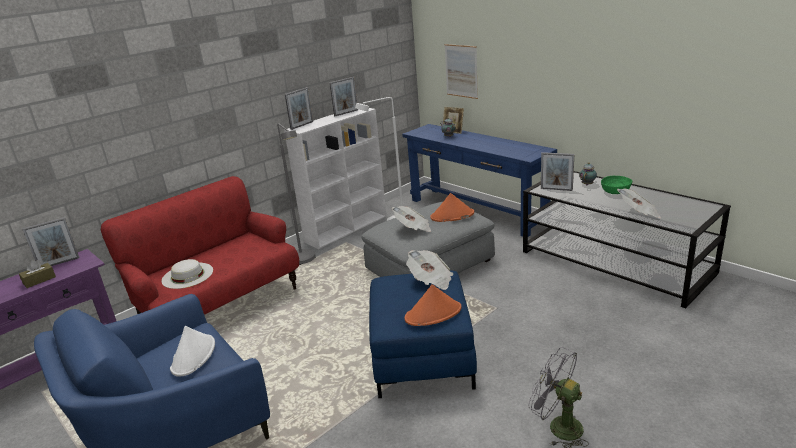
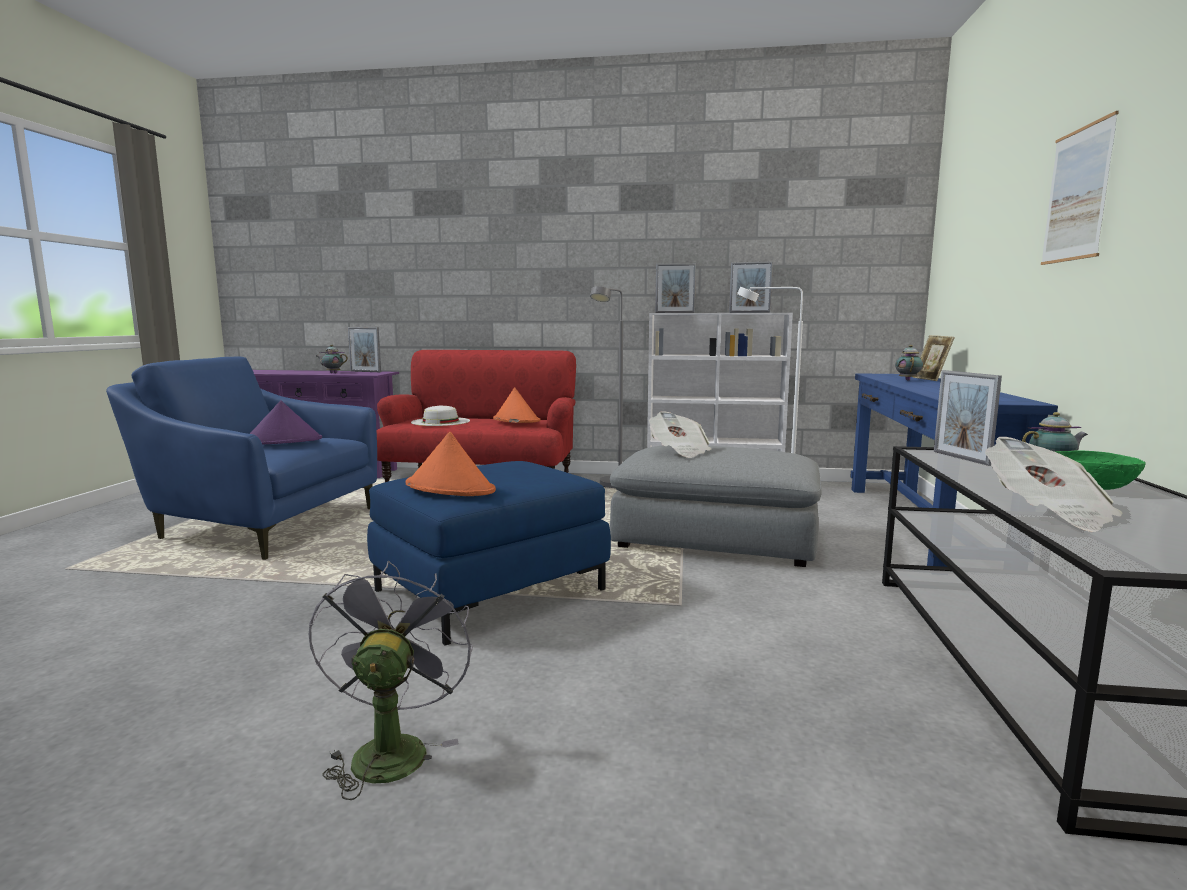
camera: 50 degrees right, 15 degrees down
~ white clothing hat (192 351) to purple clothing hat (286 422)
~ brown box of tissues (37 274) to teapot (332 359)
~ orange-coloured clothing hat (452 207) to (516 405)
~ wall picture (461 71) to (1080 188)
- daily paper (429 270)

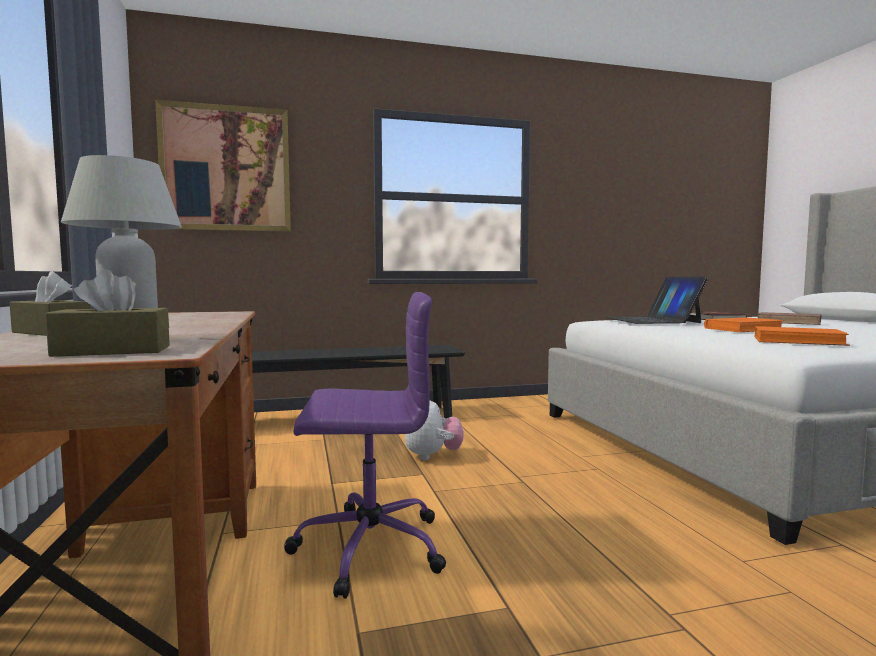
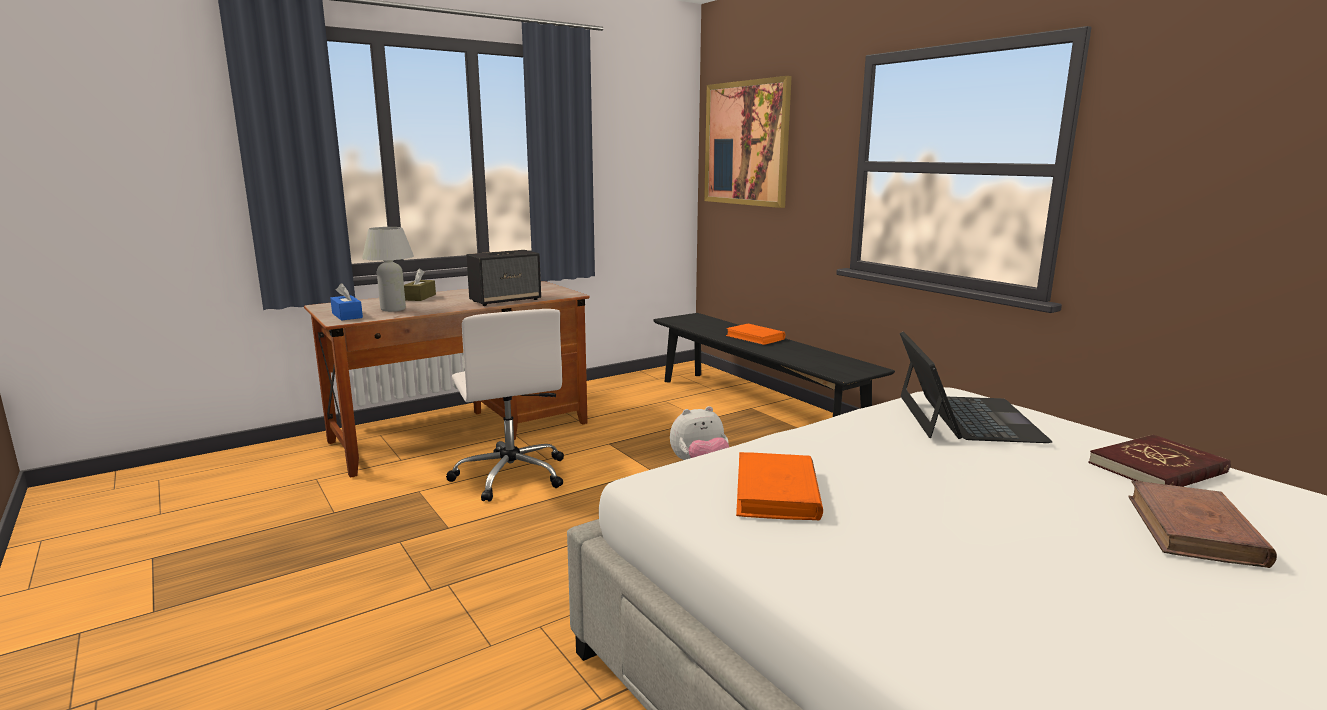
camera: 70 degrees right, 10 degrees up
~ brown box of tissues (107 313) to blue-coloured box of tissues (346 302)
~ purple office chair (365 445) to white office chair (505 405)
+ audio speaker (503 278)
~ orange-coloured volume (744 324) to (755 334)
~ notebook computer (656 300) = (976 387) 120 degrees clockwise

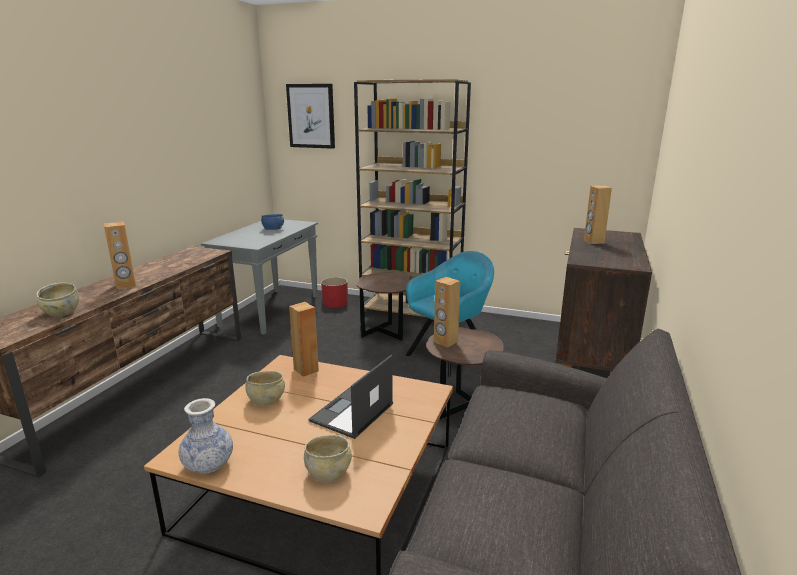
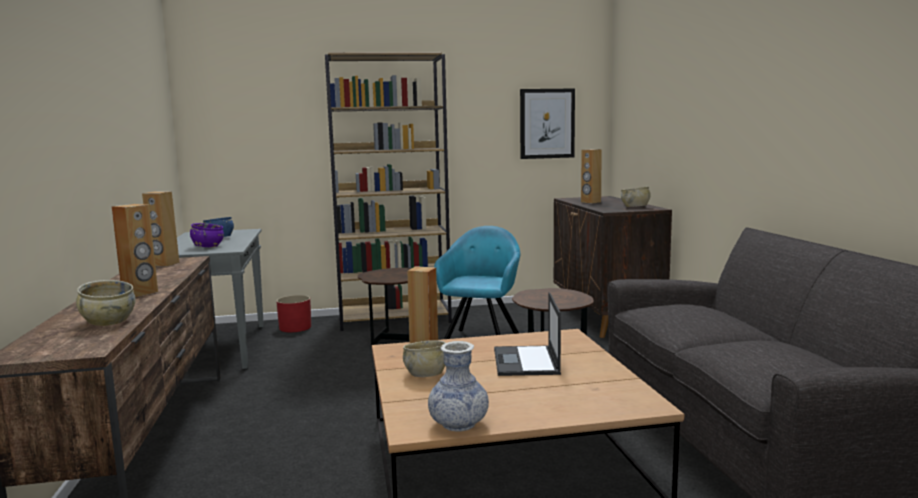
camera: 30 degrees left, 10 degrees down
~ brown audio speaker (447 312) to (160 228)
+ purple serving bowl (207 235)
~ wall picture (310 116) to (547 123)
~ beige-coloured serving bowl (328 458) to (636 197)

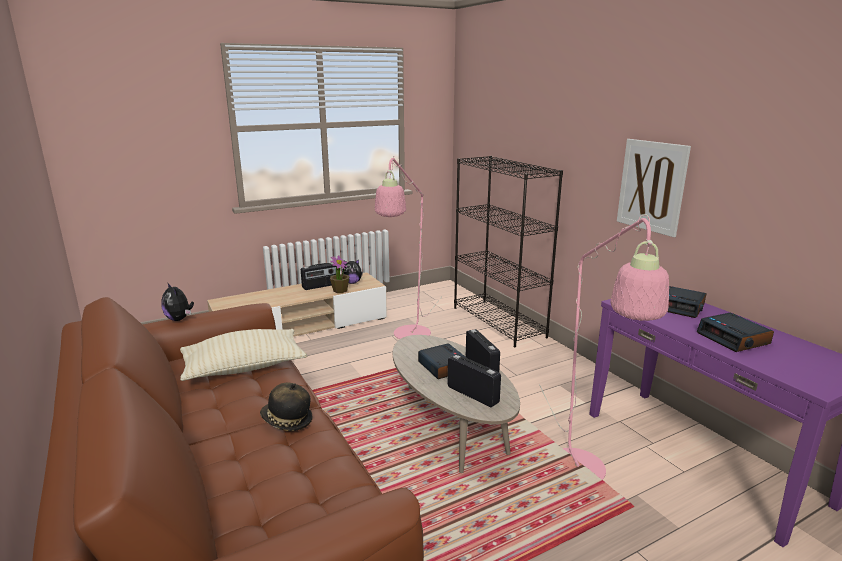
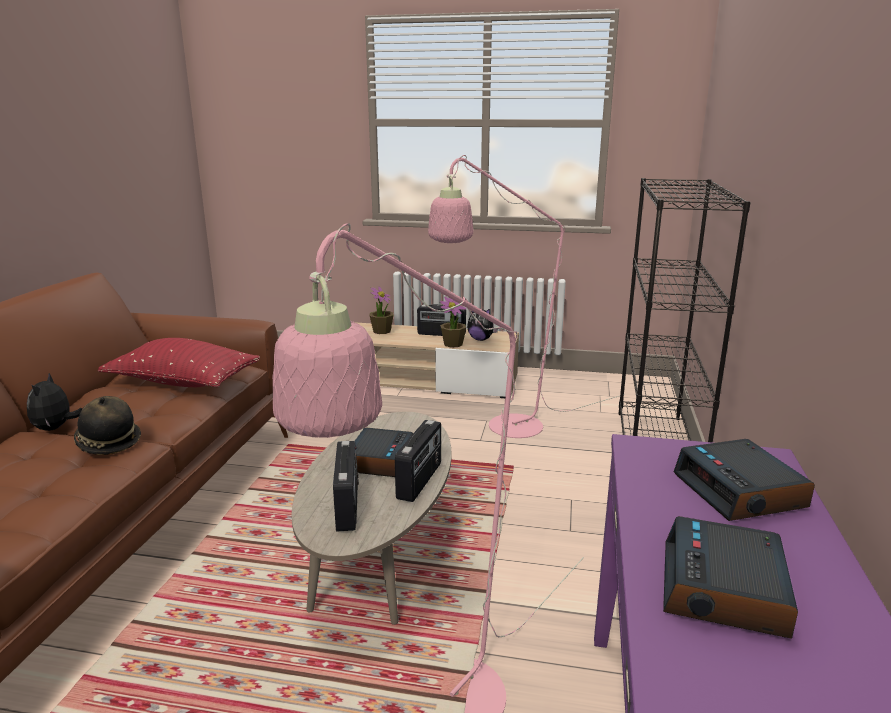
camera: 40 degrees right, 0 degrees up
~ soft toy (177 301) to (54 402)
~ beige-coloured cushion (243 355) to reddish cushion (179 362)
+ plant in a pot (381 310)
- wall picture (654 188)

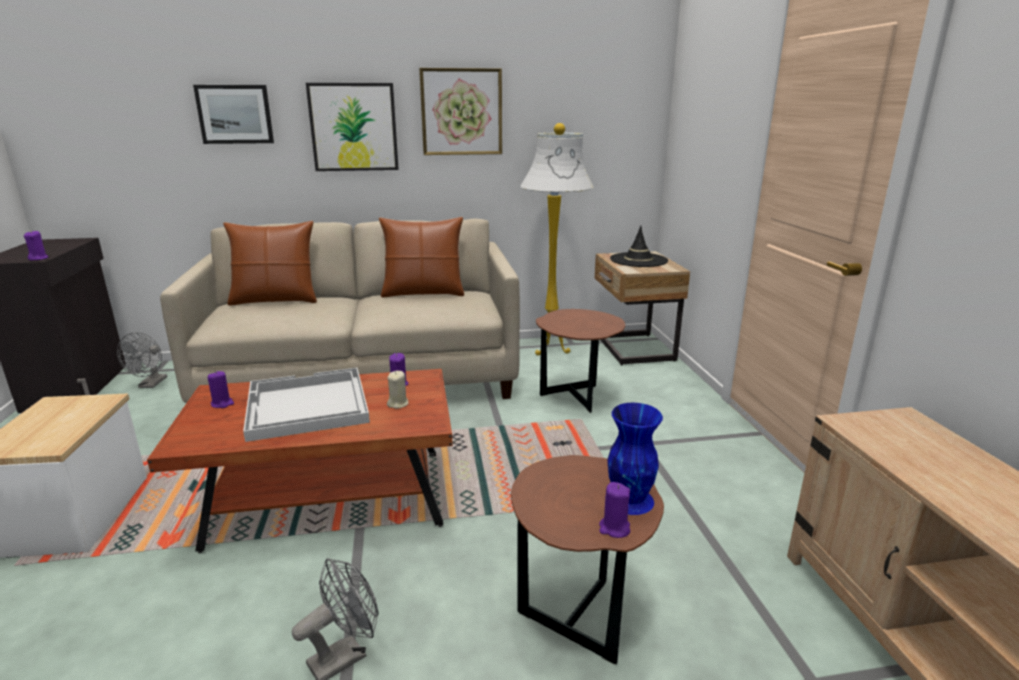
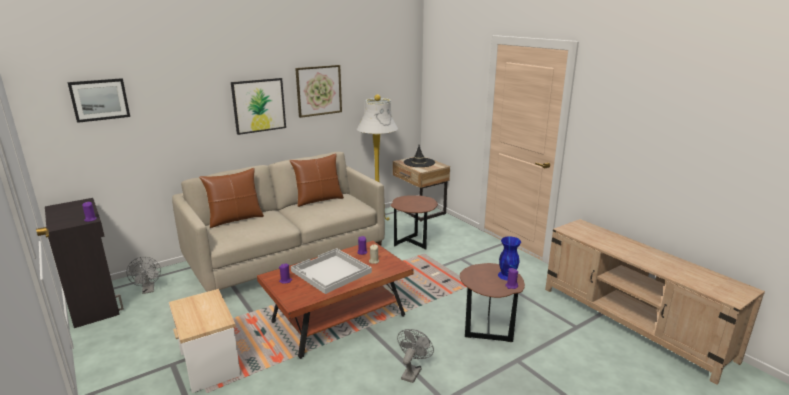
camera: 25 degrees left, 0 degrees up
~ wall picture (233 114) to (98 100)

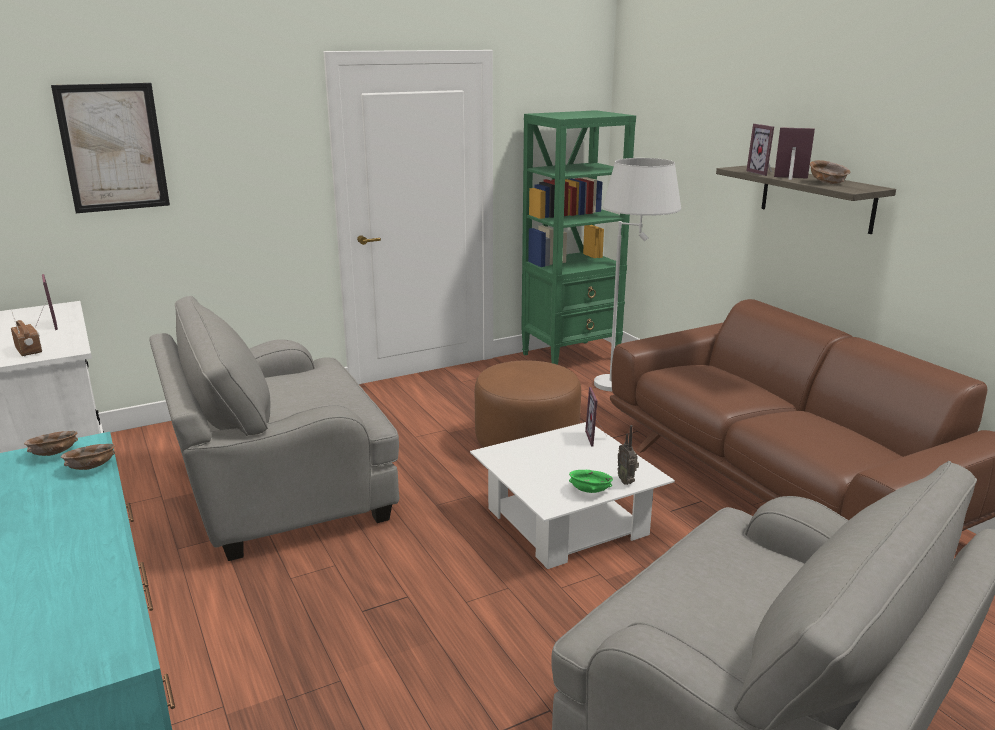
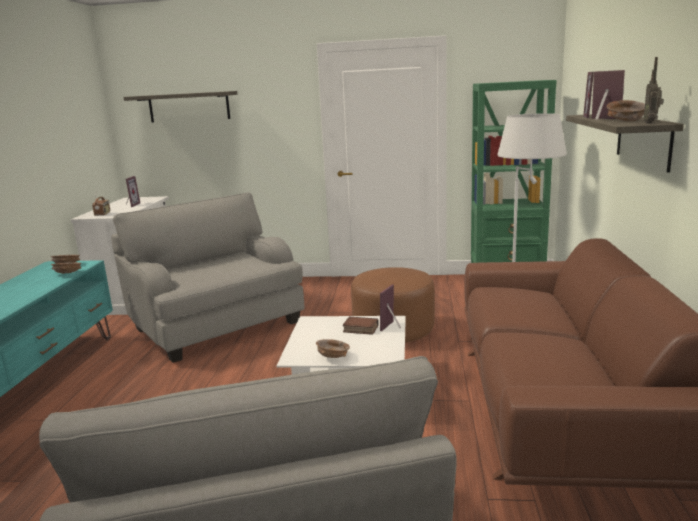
camera: 35 degrees right, 5 degrees down
~ grey easy chair (274 428) = (208 277) 45 degrees clockwise
~ wall picture (110 148) to shelf (180 107)
~ green serving bowl (591 481) to brown serving bowl (333 348)
+ volume (361 326)
~ radio (628 455) to (653 90)

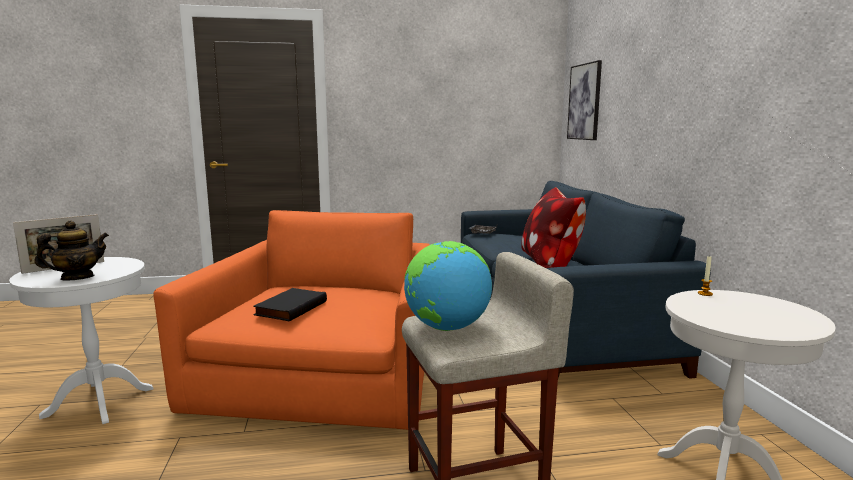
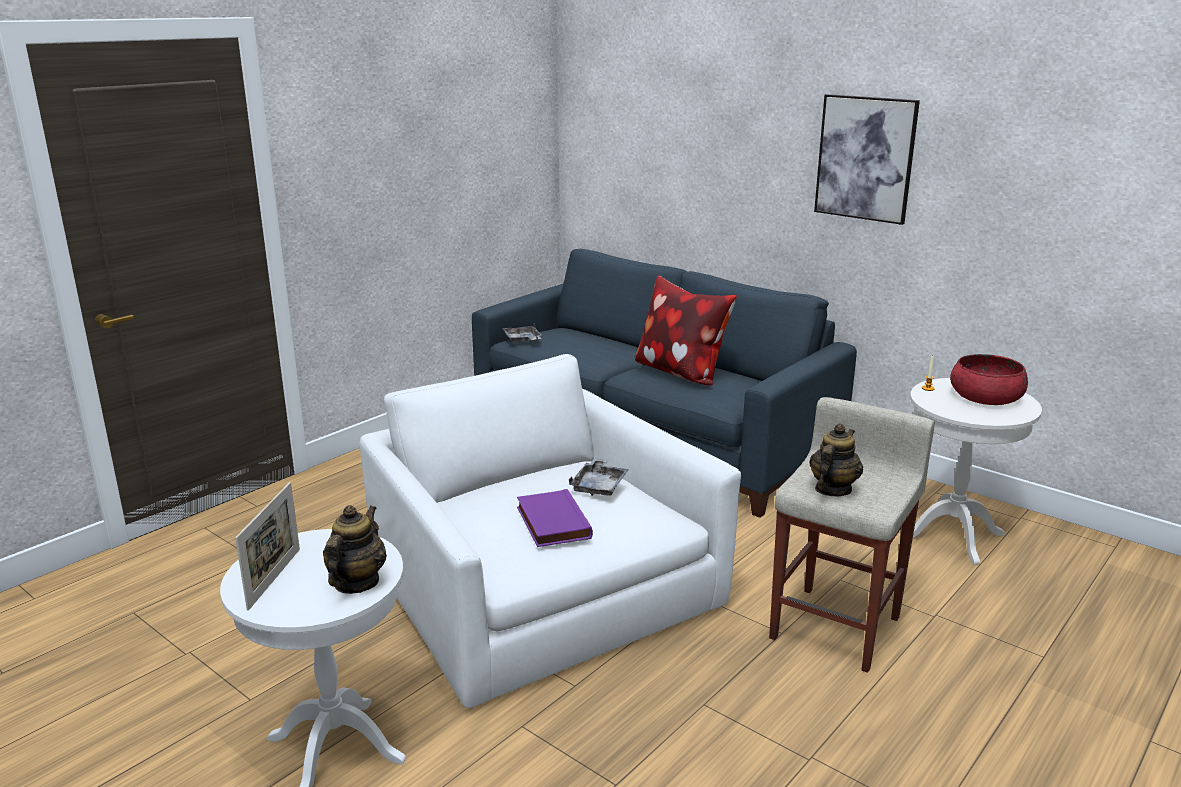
camera: 40 degrees left, 10 degrees up
~ orange-coloured easy chair (291 320) to white easy chair (550 531)
~ blackish volume (290 304) to purple volume (555 518)
+ grey tray (599 477)
~ desk globe (448 286) to teapot (836 459)
~ wall picture (584 100) to (867 159)
+ reddish serving bowl (989 379)

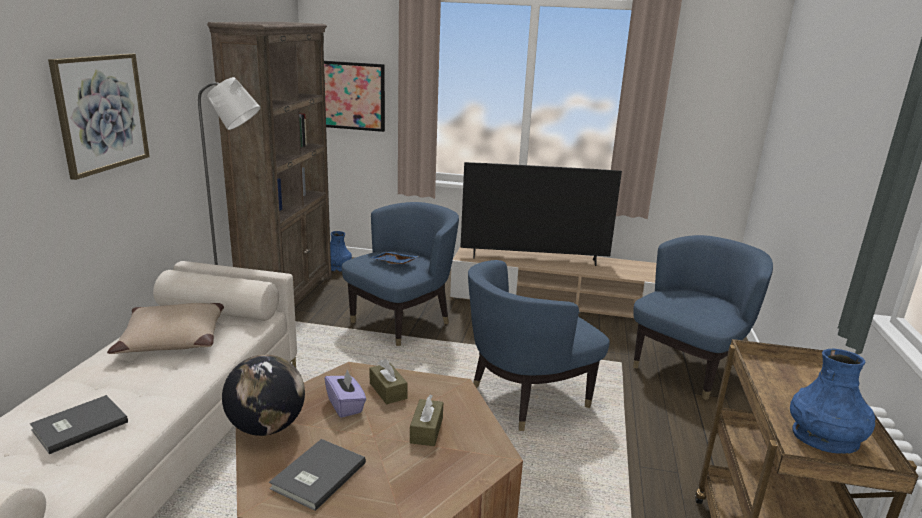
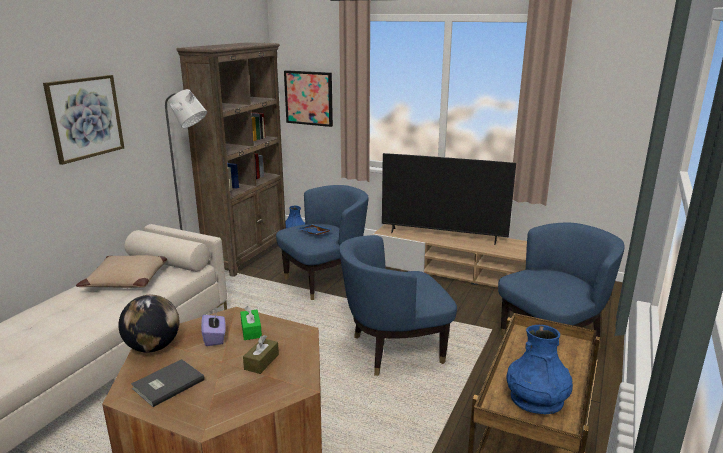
camera: 15 degrees right, 0 degrees up
~ brown box of tissues (389 381) to green box of tissues (251 323)
- grey volume (79 424)

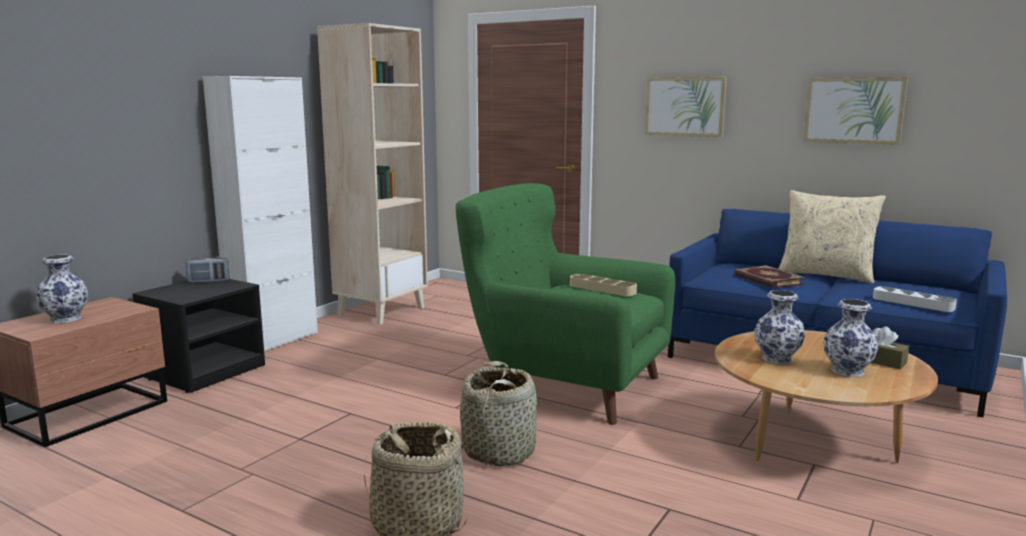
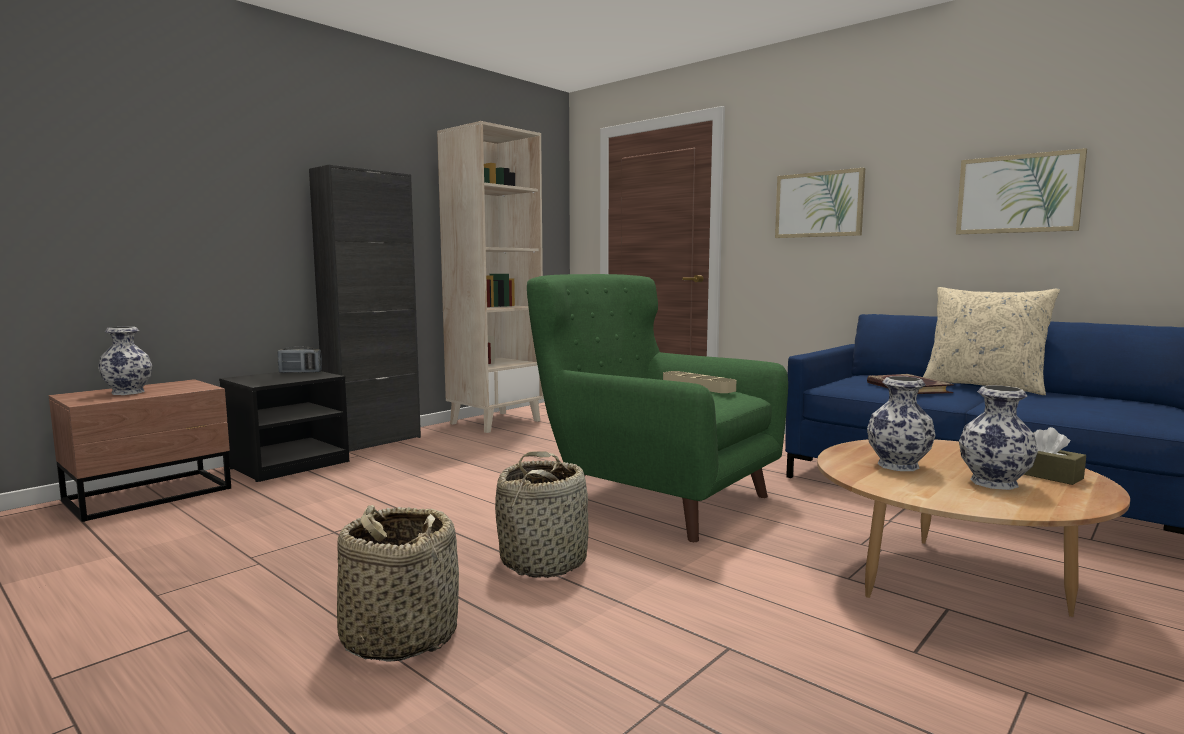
camera: 10 degrees right, 5 degrees down
~ white cupboard (260 213) to blackish cupboard (365 308)
- grey tray (915 299)

